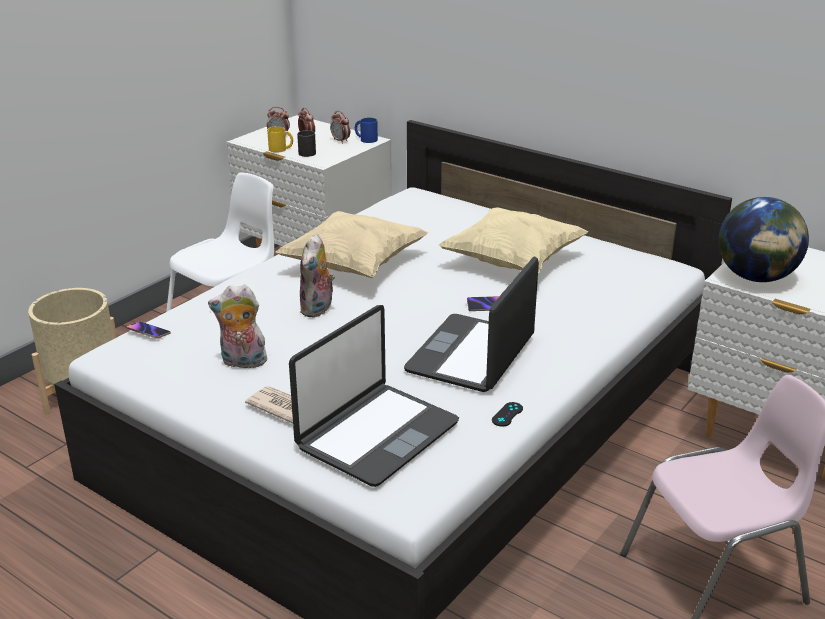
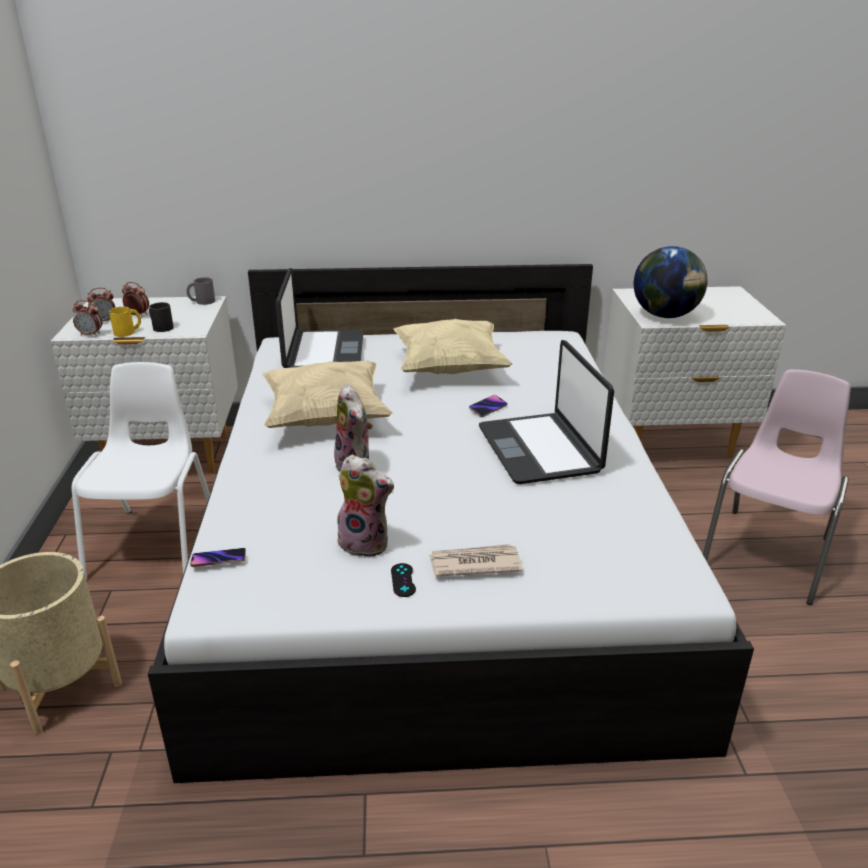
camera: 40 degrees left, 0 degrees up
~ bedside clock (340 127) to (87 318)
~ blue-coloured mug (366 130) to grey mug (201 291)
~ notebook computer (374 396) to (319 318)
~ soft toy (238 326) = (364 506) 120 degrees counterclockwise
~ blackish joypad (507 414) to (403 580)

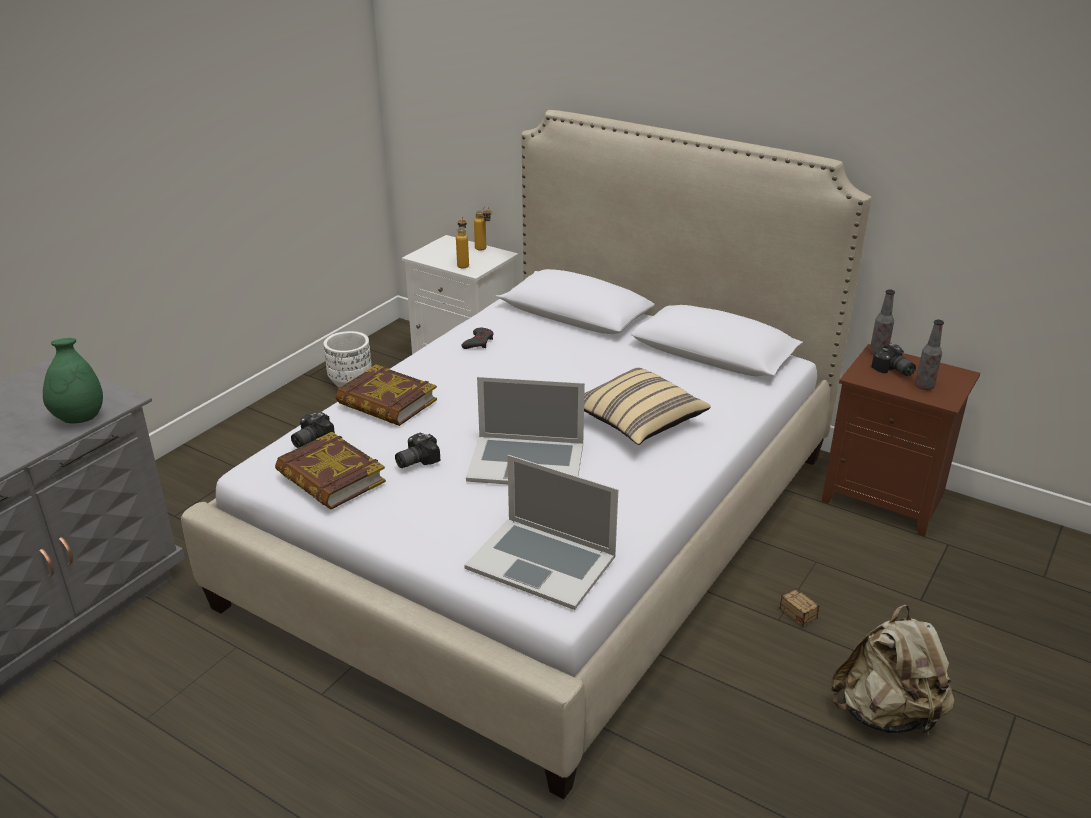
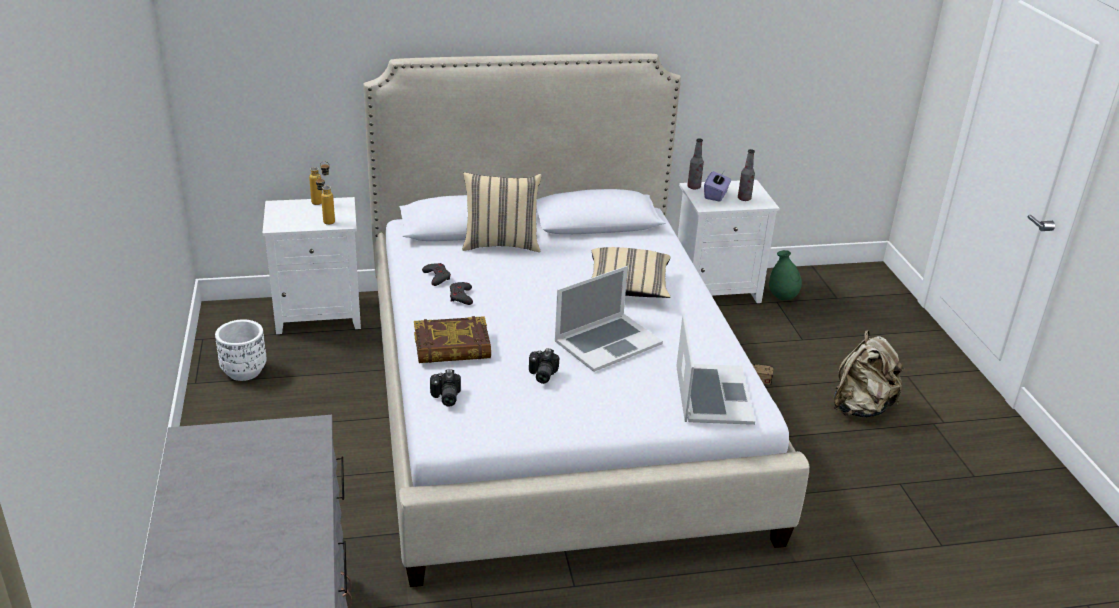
camera: 45 degrees left, 0 degrees up
+ grey joypad (461 293)
+ beige-coloured cushion (502 212)
~ notebook computer (541 532) = (715 369) 75 degrees counterclockwise
~ brown night table (901 440) to white night table (729 241)
~ photo camera (893 359) to purple box of tissues (717 186)
~ green decorative vase (73 381) to (785 275)
- volume (330 471)

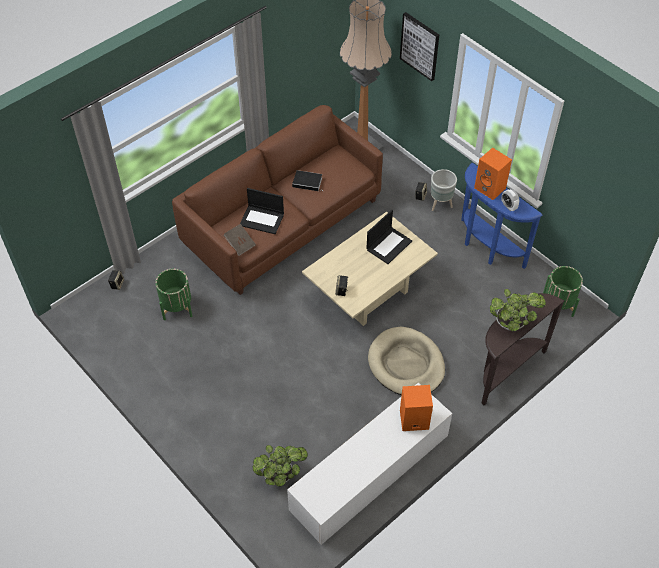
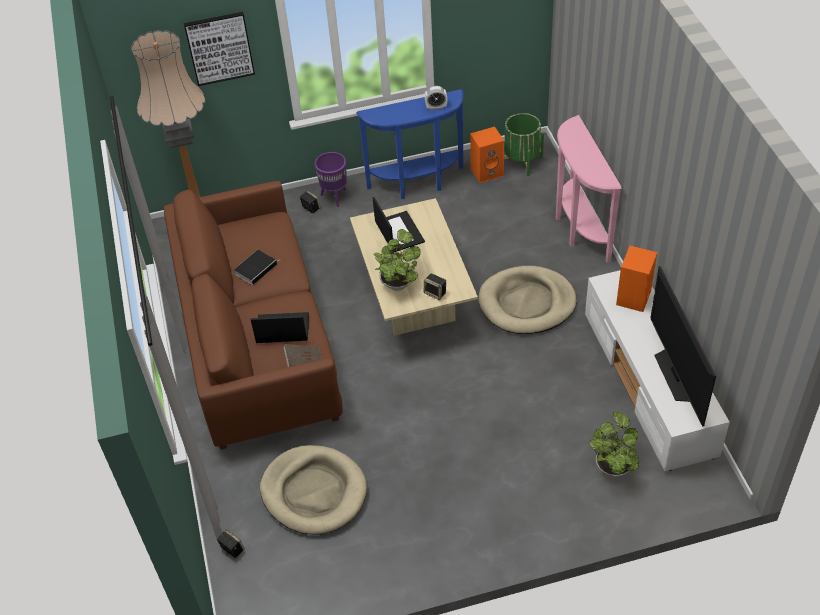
camera: 60 degrees left, 5 degrees down
~ notebook computer (262 211) = (280 327) 135 degrees counterclockwise
~ green planter (173 294) to beige-coloured dog bed (313 490)
~ grey planter (444 190) to purple planter (330 179)
~ plant in a pot (518 310) to (397 260)
~ orange-coloured audio speaker (493 174) to (487 155)
~ brown hall table (522 349) to pink-coloured hall table (589 189)
+ TV set (683 346)

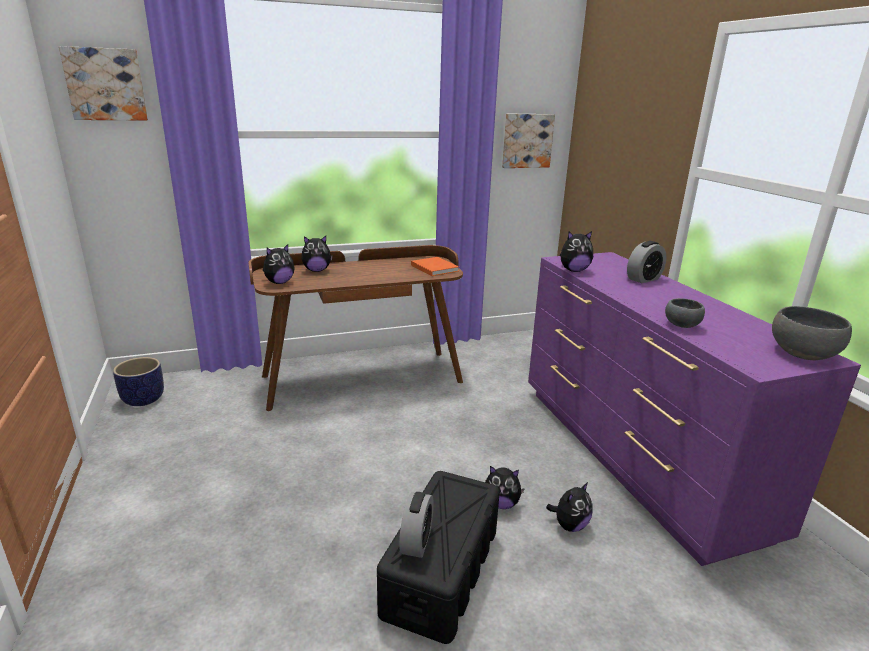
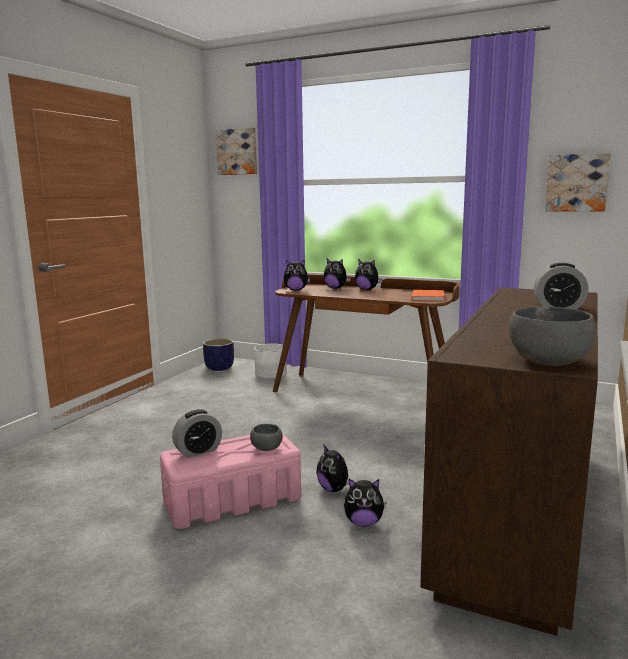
camera: 45 degrees right, 10 degrees down
~ blackish storage container (438 557) to pink-coloured storage container (230 481)
~ grey serving bowl (685 313) to (266 437)
+ white planter (270 361)
~ soft toy (576 251) to (369 274)
~ purple drawer chest (694 409) to brown drawer chest (509 462)

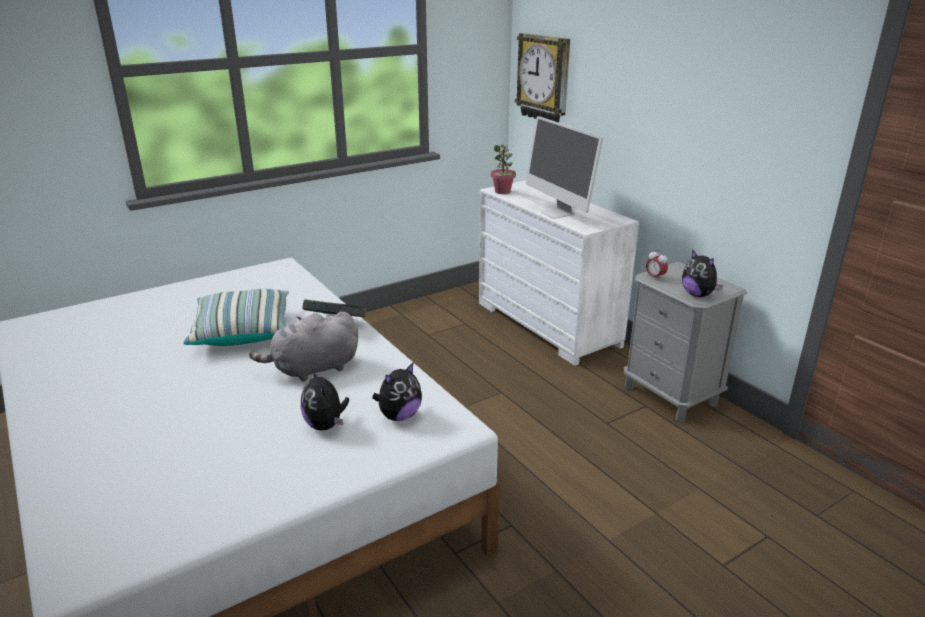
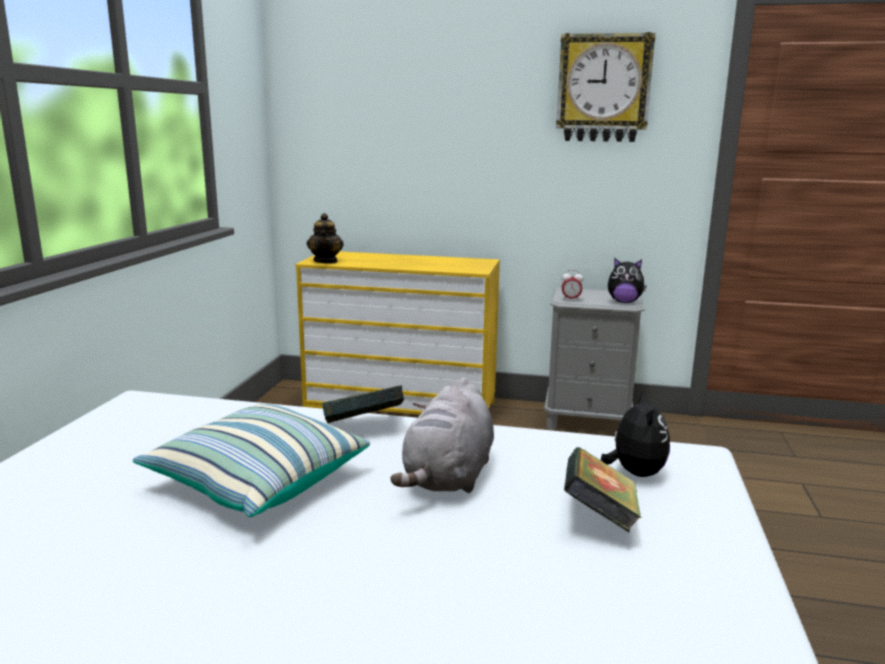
camera: 45 degrees left, 10 degrees down
~ white drawer chest (559 273) to yellow-coloured drawer chest (397 333)
~ plant in a pot (503 169) to teapot (325 238)
~ wall clock (542 78) to (605 87)
~ soft toy (325 400) to volume (602 490)
- computer display (564 167)

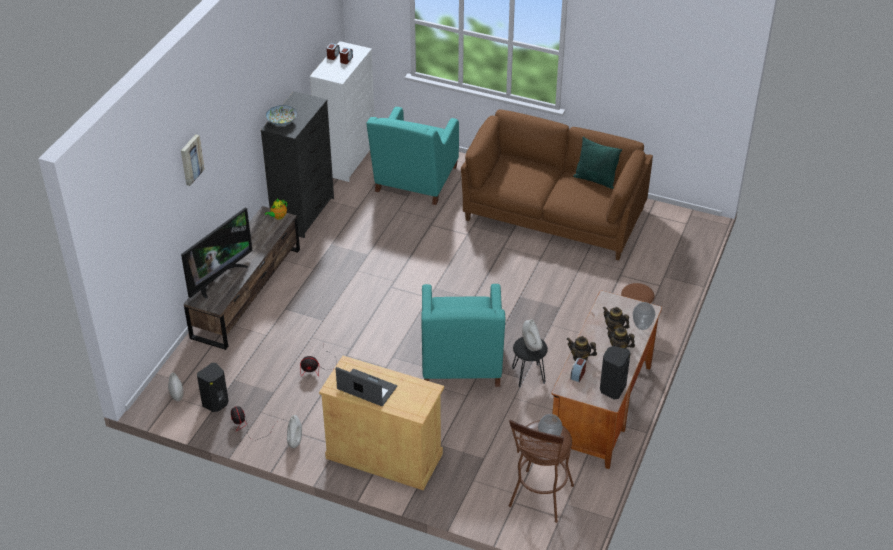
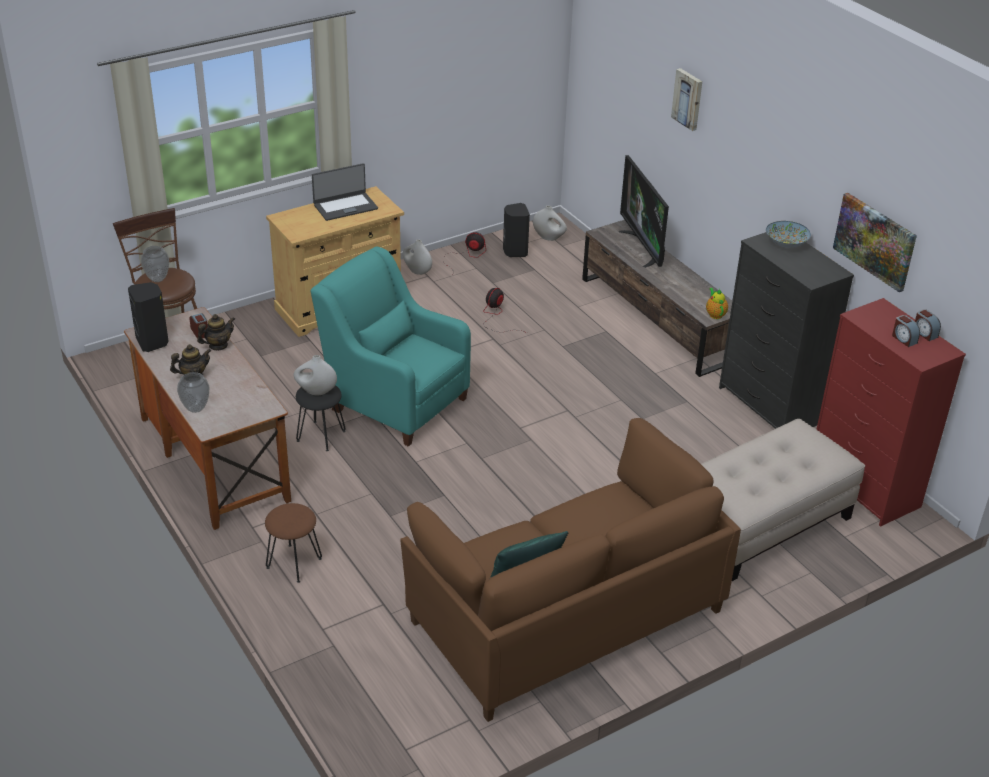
camera: 125 degrees right, 5 degrees down
~ blue-green easy chair (412 156) to beige-coloured pouffe (783 500)
~ white drawer chest (342 111) to reddish drawer chest (891 412)
+ wall picture (875 242)
- teapot (616 319)

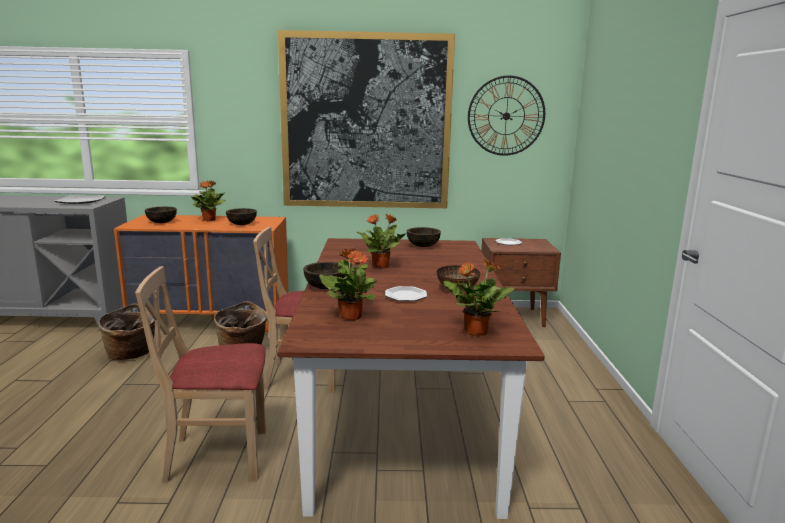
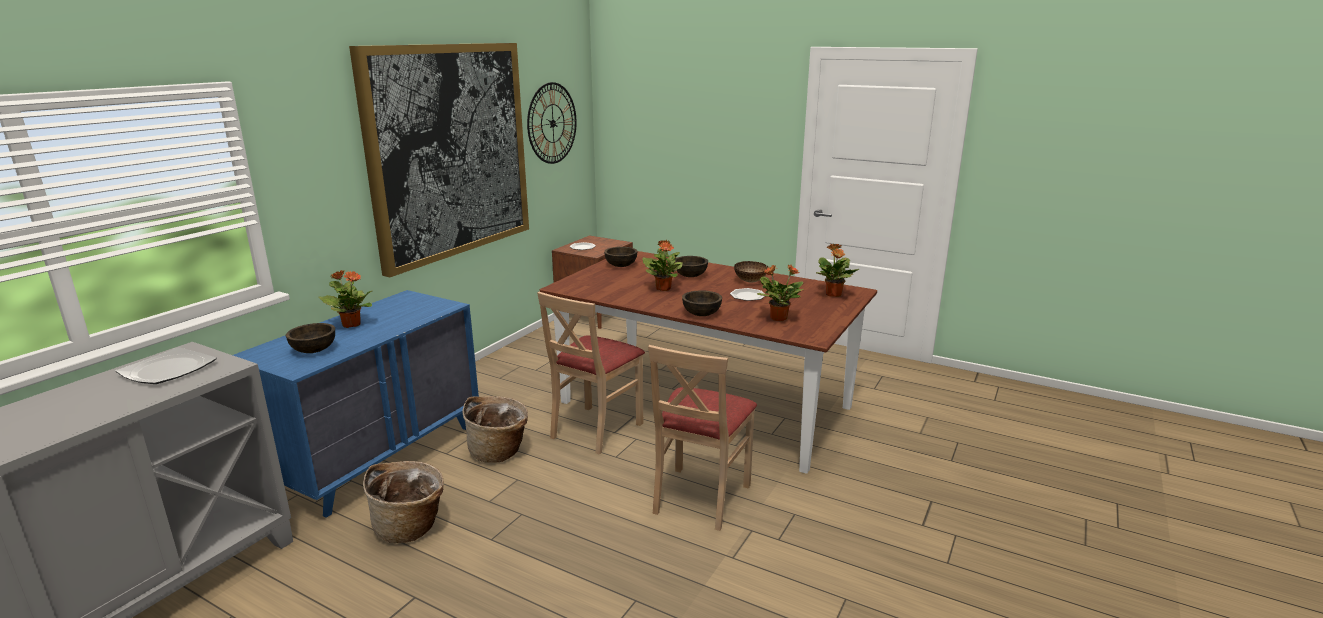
camera: 60 degrees left, 5 degrees up
~ orange-coloured drawer chest (201 273) to blue-coloured drawer chest (356 404)
~ brown serving bowl (241 216) to (691 266)

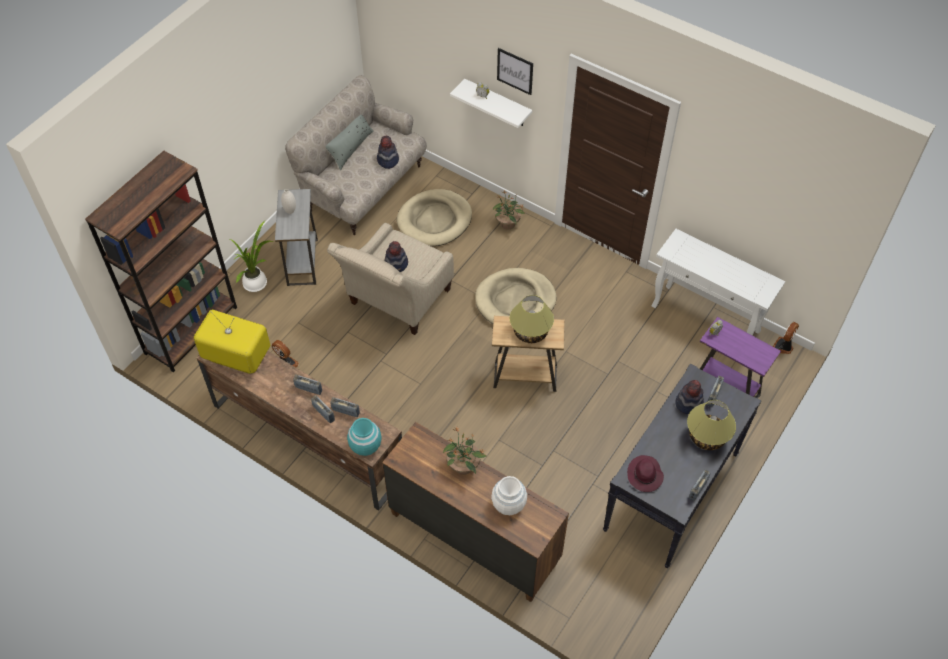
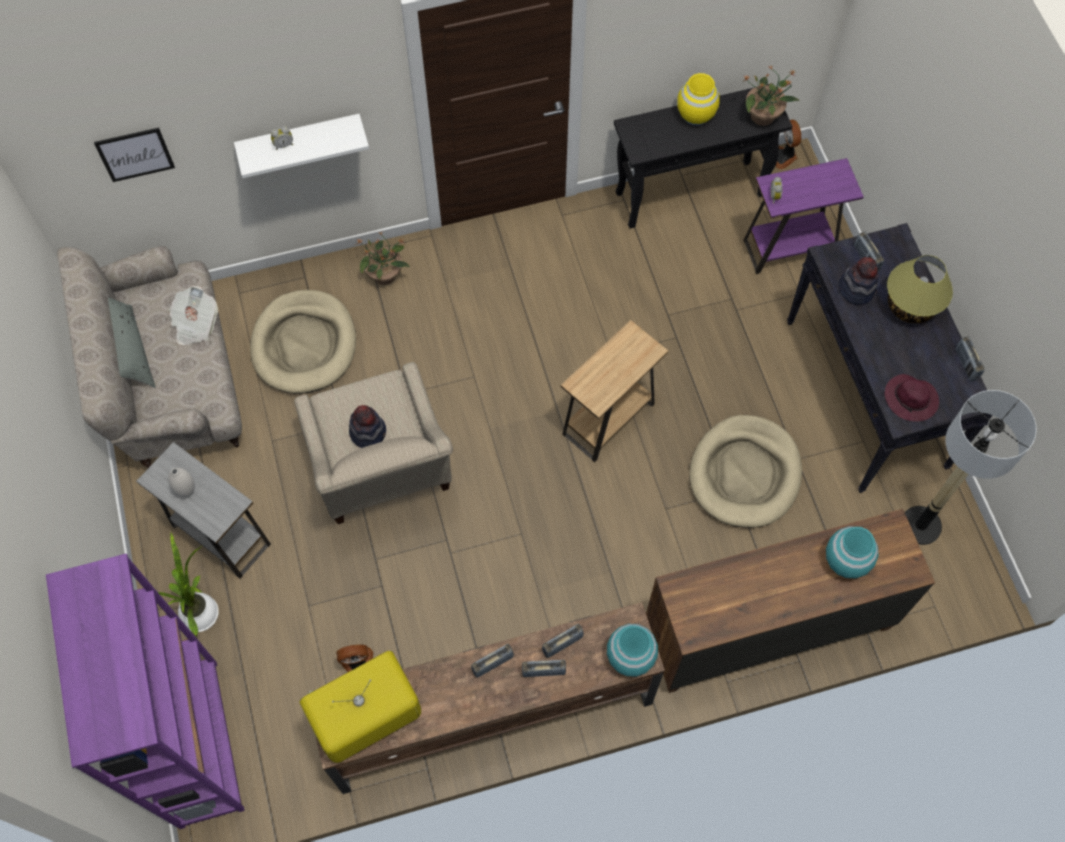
camera: 50 degrees left, 10 degrees up
~ brown shelving unit (161 261) to purple shelving unit (145 691)
~ wall picture (515 71) to (134 155)
~ clothing hat (388 152) to daily paper (193 315)
~ white hall table (718 282) to blackish hall table (703 156)
+ yellow-coloured decorative vase (698 99)
~ beige-coloured dog bed (515 296) to (745 471)
~ plant in a pot (464 451) to (770 95)
~ white decorative vase (509 495) to blue-green decorative vase (852 552)
+ standard lamp (971 467)
- tabletop lamp (532 319)

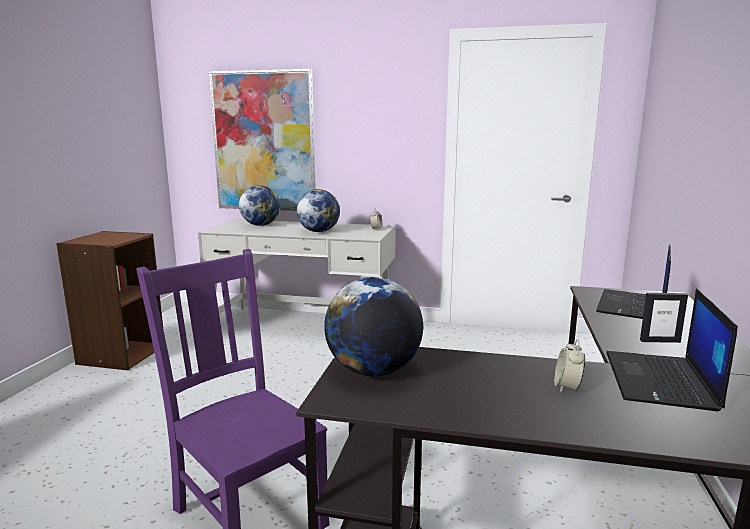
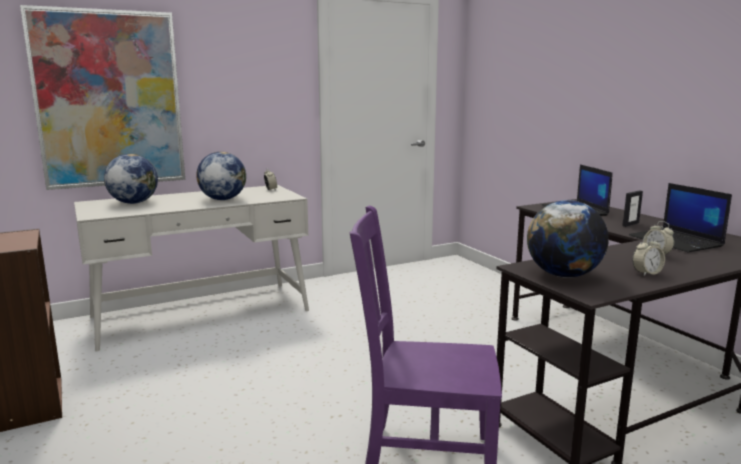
camera: 40 degrees left, 0 degrees up
+ bedside clock (648 256)

